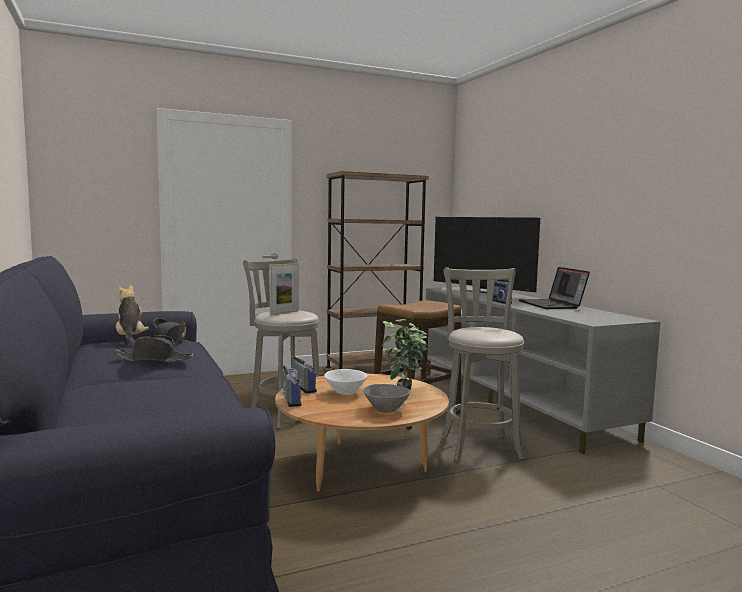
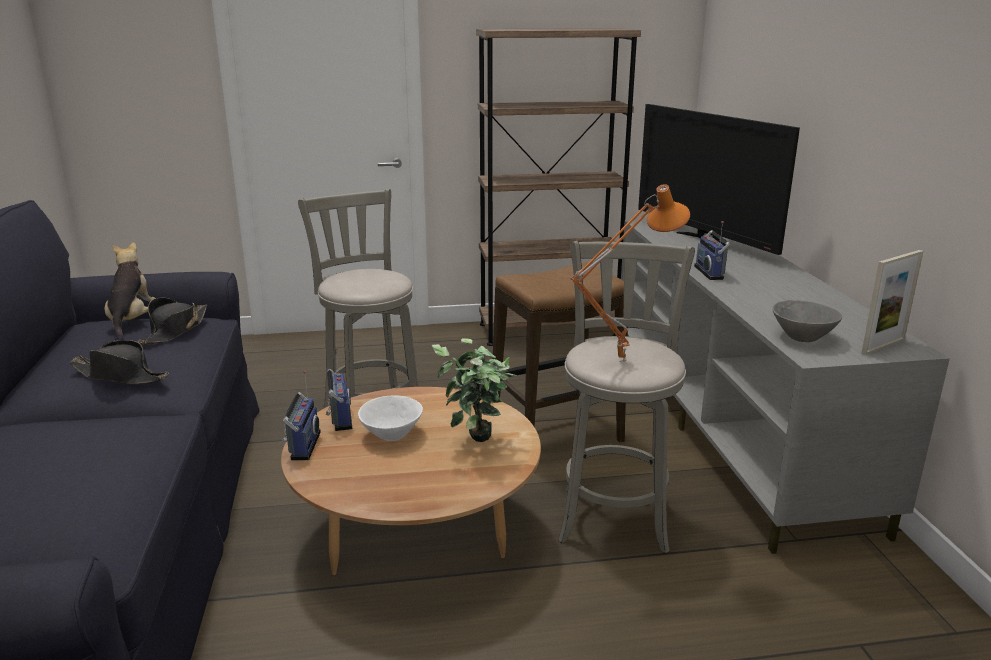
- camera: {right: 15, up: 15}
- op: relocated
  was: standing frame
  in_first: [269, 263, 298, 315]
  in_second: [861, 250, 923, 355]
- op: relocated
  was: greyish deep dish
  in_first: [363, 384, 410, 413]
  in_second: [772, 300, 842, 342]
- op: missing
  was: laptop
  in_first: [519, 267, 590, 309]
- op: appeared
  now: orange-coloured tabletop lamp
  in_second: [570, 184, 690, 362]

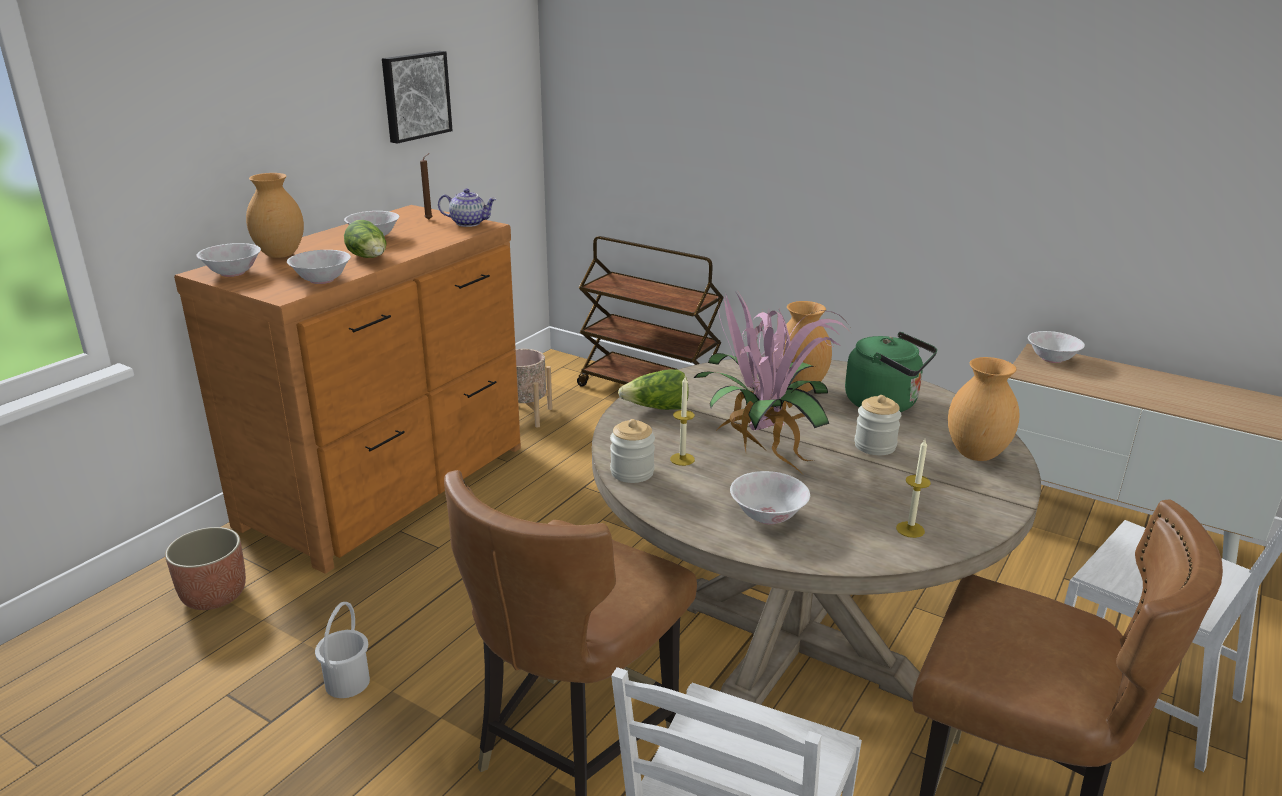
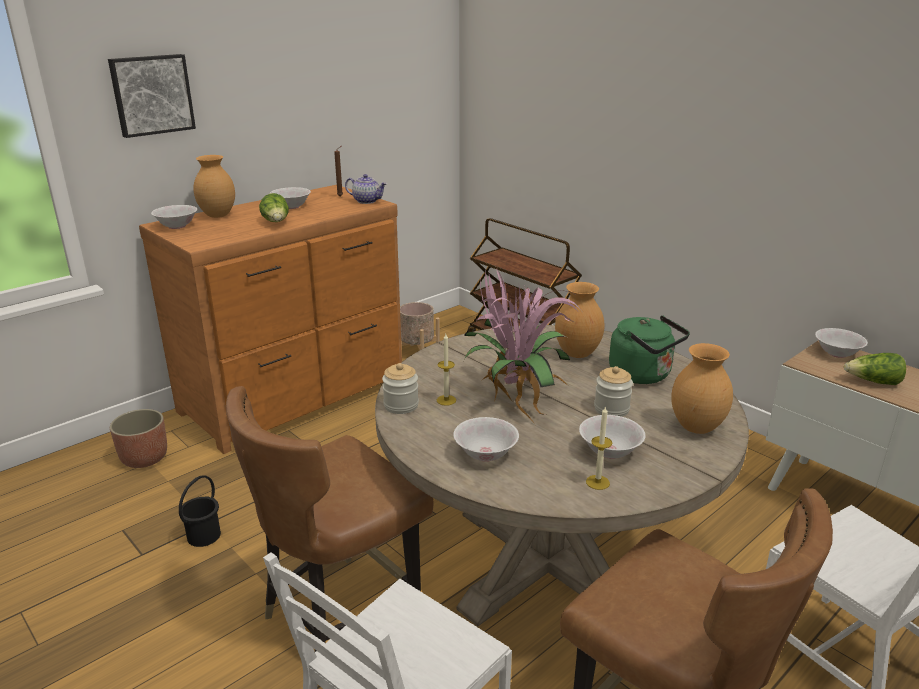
- camera: {right: 15, up: 0}
- op: relocated
  was: white-coloured deep dish
  in_first: [287, 250, 351, 284]
  in_second: [579, 415, 646, 459]
- op: colour
  was: white-coloured bucket
  now: black bucket
  in_first: [315, 602, 370, 698]
  in_second: [179, 475, 221, 547]
- op: relocated
  was: picture
  in_first: [382, 51, 453, 144]
  in_second: [108, 54, 196, 138]
- op: relocated
  was: lettuce head
  in_first: [618, 369, 689, 410]
  in_second: [844, 353, 906, 385]

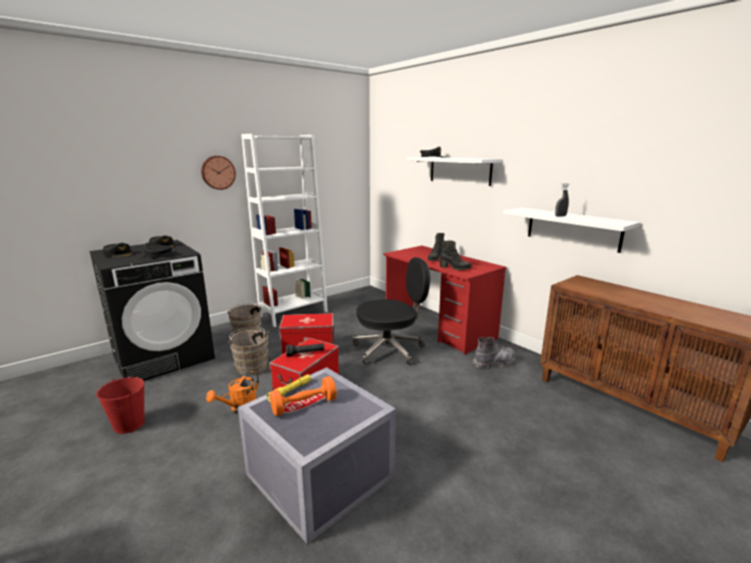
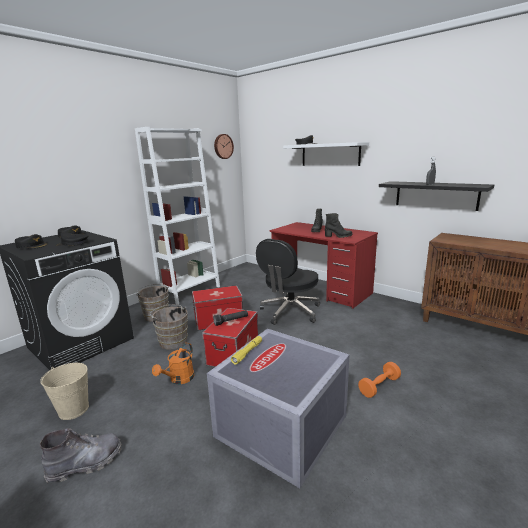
- camera: {right: -10, up: 0}
- op: colour
  was: red bucket
  now: beige-coloured bucket
  in_first: [96, 377, 145, 434]
  in_second: [40, 363, 89, 420]
- op: relocated
  was: clock on the wall
  in_first: [201, 156, 236, 190]
  in_second: [214, 134, 234, 159]
- op: relocated
  was: orange-coloured free weight
  in_first: [270, 376, 337, 416]
  in_second: [358, 362, 401, 398]
- op: spun
  was: black computer chair
  in_first: [353, 257, 430, 365]
  in_second: [256, 239, 320, 325]
  clockwise: 150
- op: relocated
  was: greyish boot
  in_first: [473, 337, 515, 368]
  in_second: [40, 428, 122, 483]
- op: colour
  was: white-coloured bracket shelf
  now: black bracket shelf
  in_first: [503, 207, 641, 253]
  in_second: [379, 181, 494, 211]

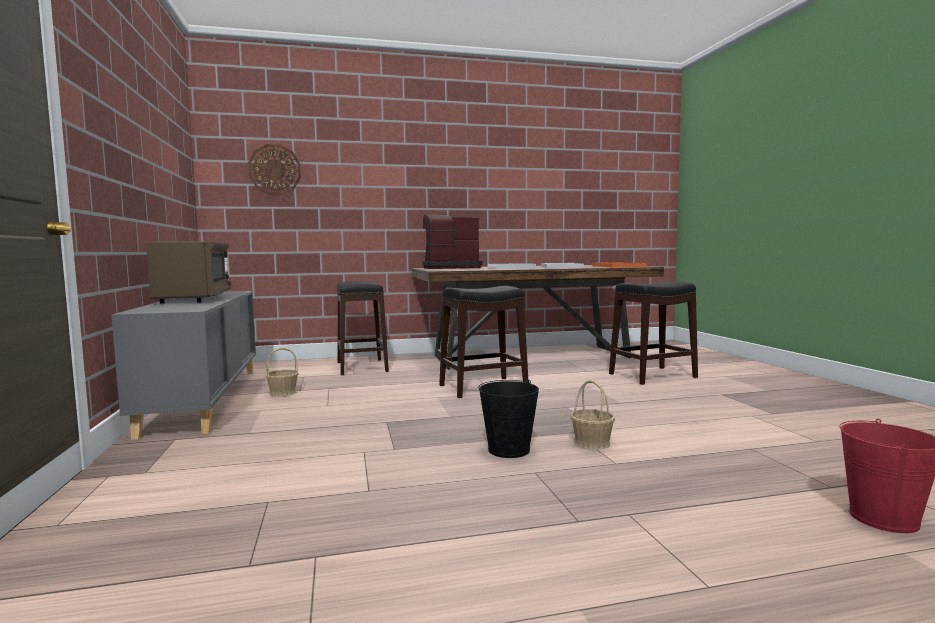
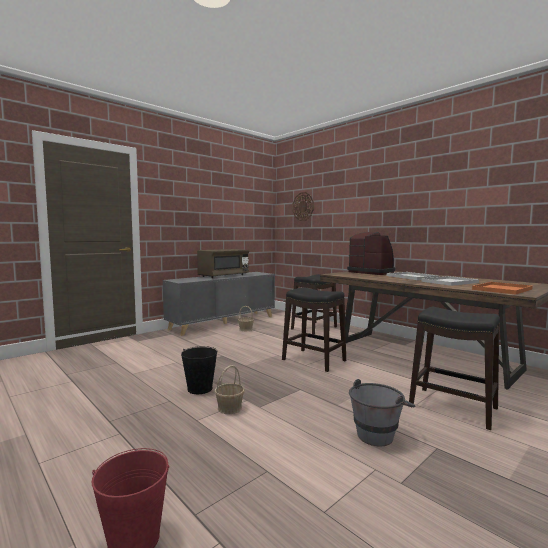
- camera: {right: 60, up: 0}
- op: appeared
  now: greyish bucket
  in_second: [349, 379, 415, 447]

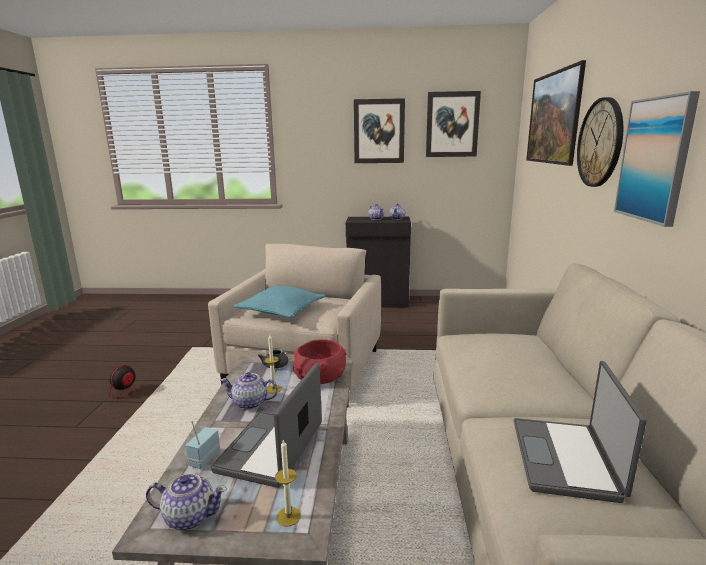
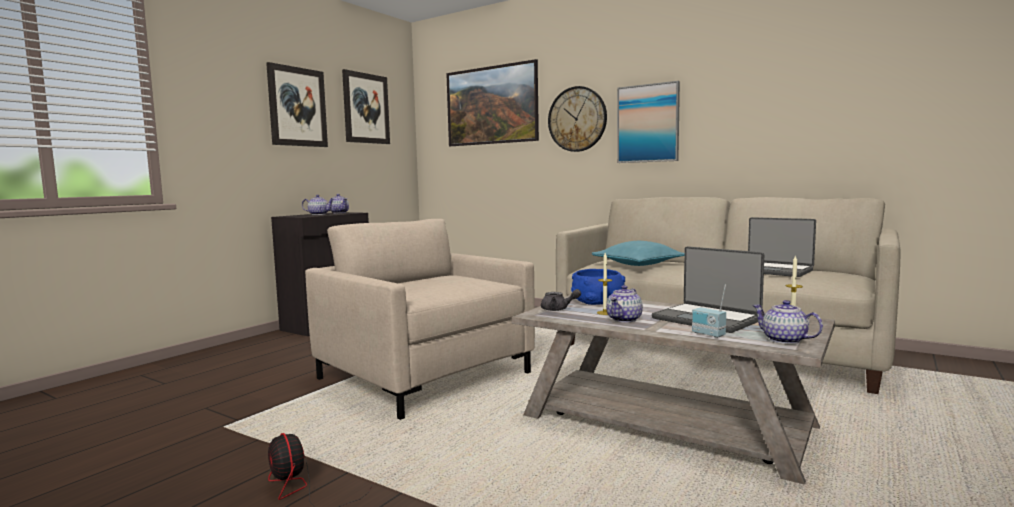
- camera: {right: -60, up: -10}
- op: spun
  was: pot for tea
  in_first: [146, 474, 227, 530]
  in_second: [752, 300, 823, 344]
  clockwise: -75
- op: relocated
  was: blue-green throw pillow
  in_first: [233, 286, 326, 318]
  in_second: [592, 241, 685, 266]
- op: colour
  was: red deep dish
  now: blue deep dish
  in_first: [293, 339, 346, 384]
  in_second: [571, 269, 625, 305]

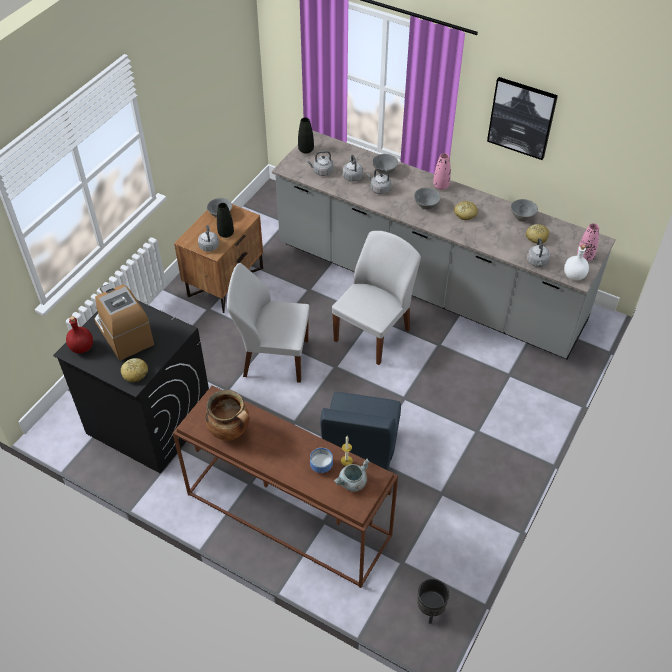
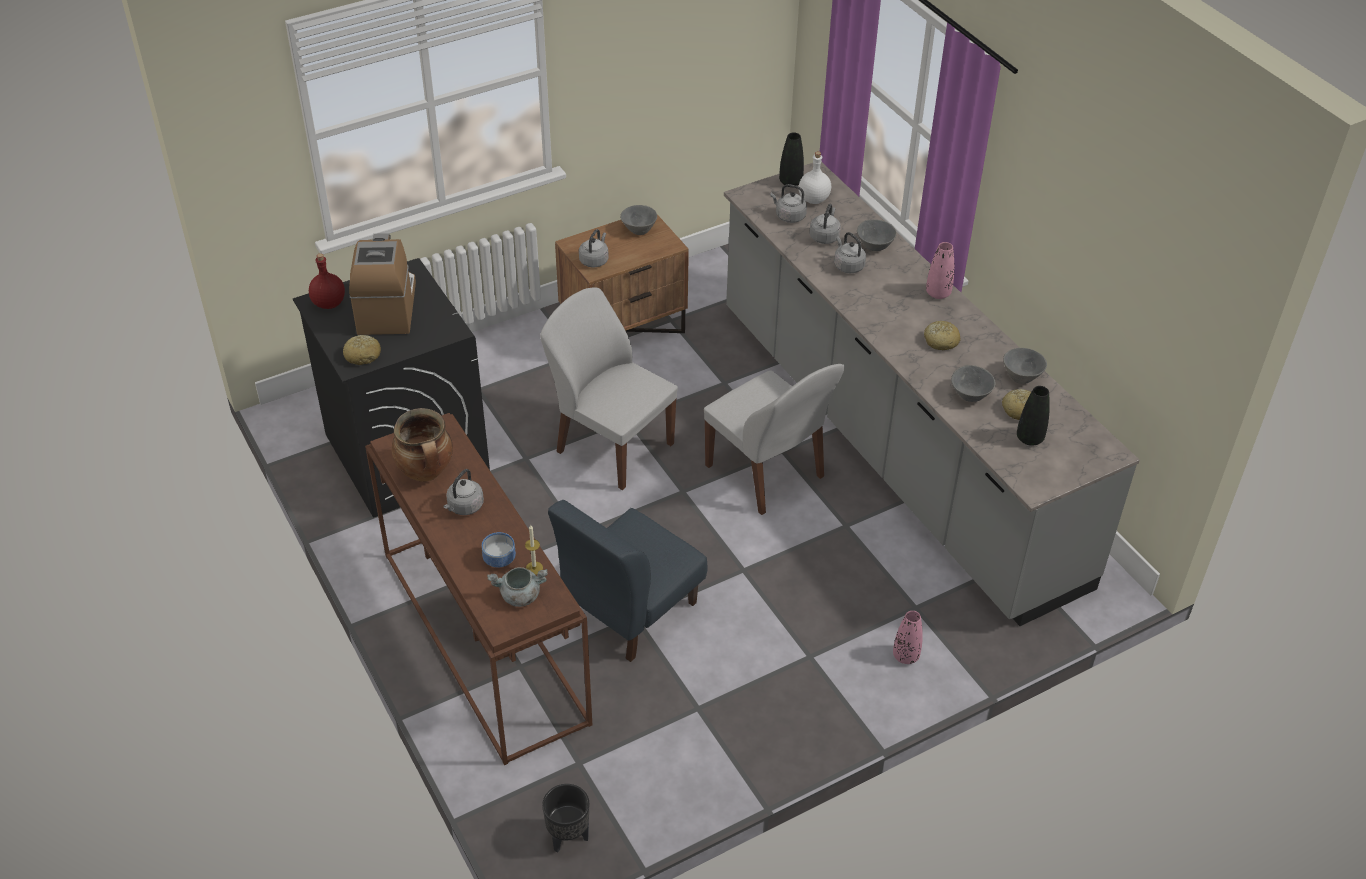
- camera: {right: 30, up: -5}
- op: relocated
  was: black vase
  in_first: [217, 203, 234, 238]
  in_second: [1017, 386, 1050, 446]
- op: spun
  was: white-coloured plain chair
  in_first: [332, 231, 421, 365]
  in_second: [704, 364, 845, 515]
  clockwise: 75
- op: relocated
  was: greyish deep dish
  in_first: [414, 188, 441, 210]
  in_second: [951, 365, 996, 402]
- op: missing
  was: picture
  in_first: [487, 77, 558, 160]
- op: relocated
  was: greyish water kettle
  in_first: [527, 238, 550, 267]
  in_second: [443, 469, 484, 515]
- op: relocated
  was: white-coloured beverage bottle
  in_first: [564, 244, 589, 280]
  in_second: [799, 151, 831, 204]
- op: relocated
  was: pink vase
  in_first: [577, 223, 599, 261]
  in_second: [893, 611, 923, 664]

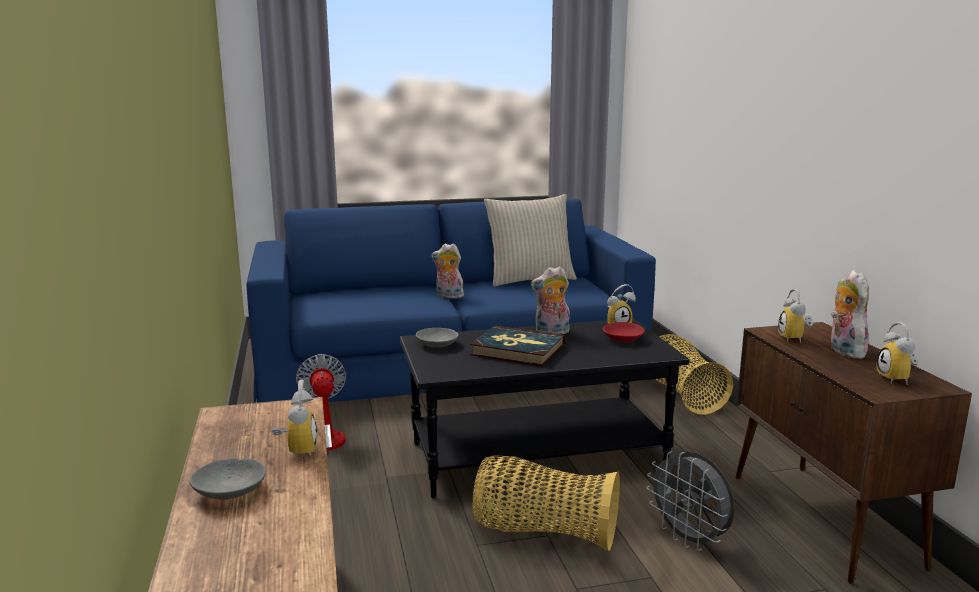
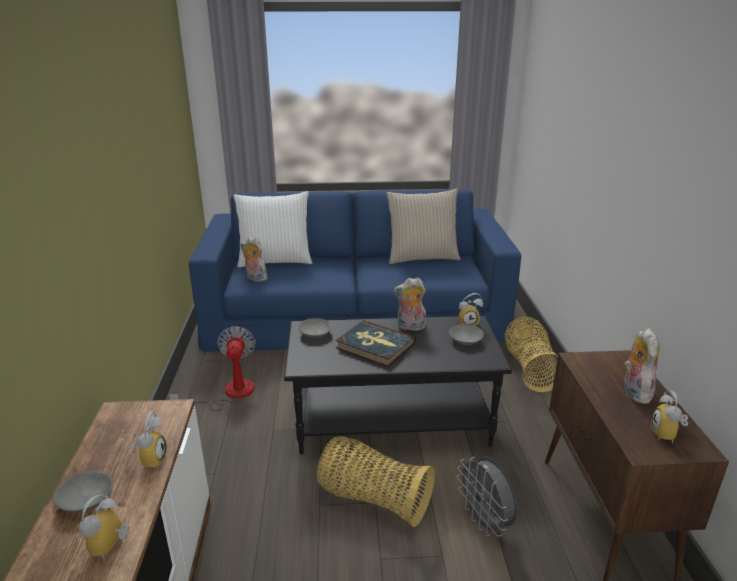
- camera: {right: 10, up: 10}
- op: relocated
  was: soft toy
  in_first: [432, 243, 464, 299]
  in_second: [241, 237, 267, 282]
- op: colour
  was: red deep dish
  now: greyish deep dish
  in_first: [603, 322, 645, 342]
  in_second: [449, 324, 484, 345]
- op: relocated
  was: alarm clock
  in_first: [778, 289, 813, 343]
  in_second: [79, 495, 130, 560]
- op: appeared
  now: white-coloured throw pillow
  in_second: [233, 191, 312, 268]

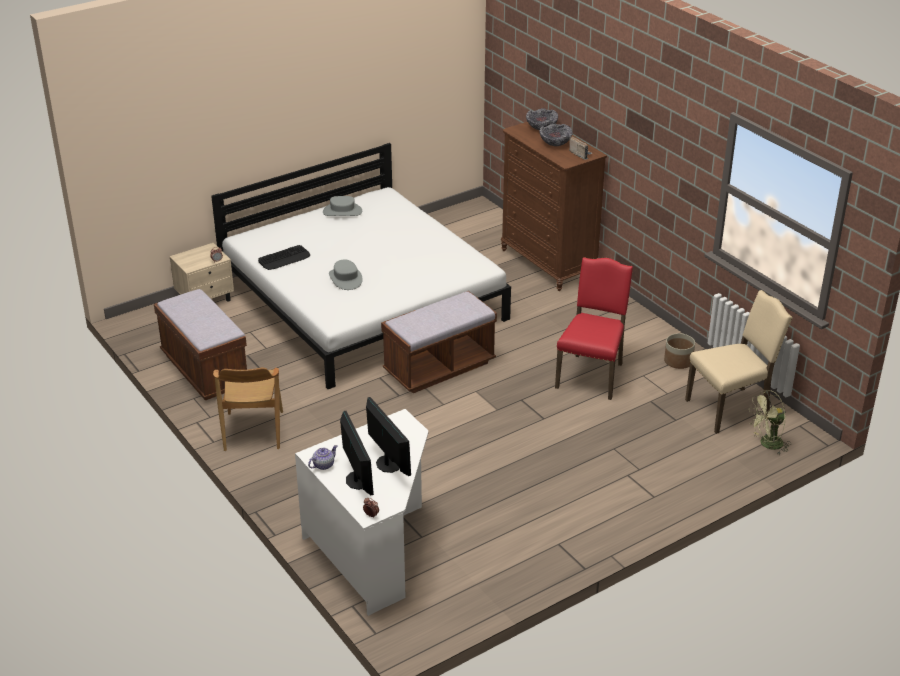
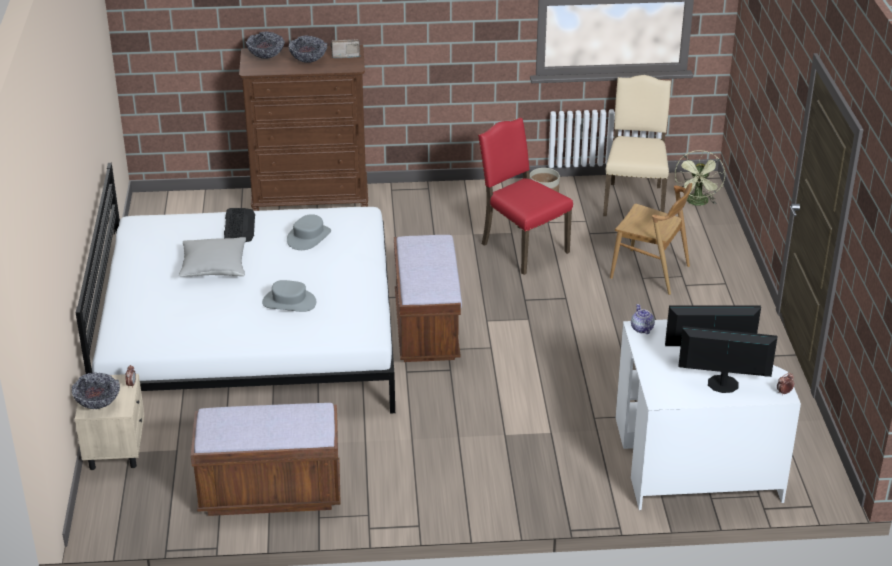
- camera: {right: -60, up: 0}
- op: relocated
  was: brown plain chair
  in_first: [213, 368, 283, 451]
  in_second: [610, 183, 692, 295]
- op: relocated
  was: keyboard
  in_first: [258, 245, 310, 270]
  in_second: [224, 208, 255, 242]
- op: relocated
  was: pot for tea
  in_first: [308, 445, 338, 470]
  in_second: [631, 304, 655, 334]
- op: relocated
  was: greyish wearable hat
  in_first: [323, 196, 362, 216]
  in_second: [287, 214, 331, 250]
- op: appeared
  now: deep dish
  in_second: [72, 372, 120, 409]
- op: appeared
  now: greyish throw pillow
  in_second: [179, 237, 246, 276]

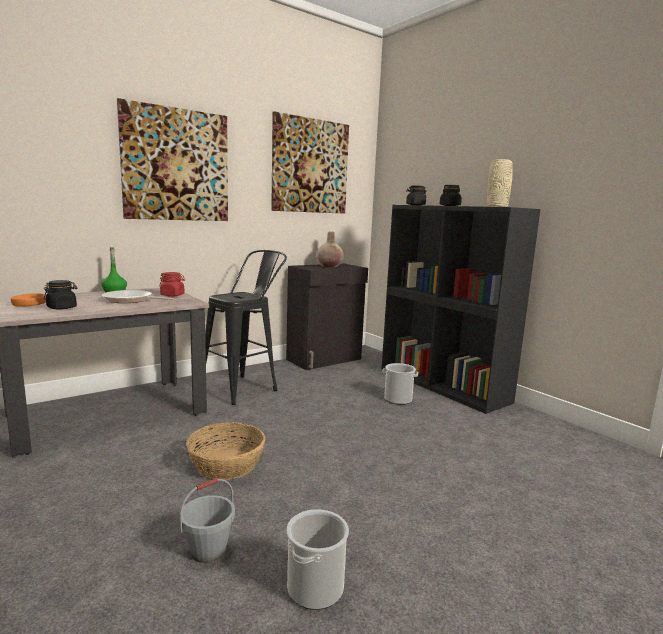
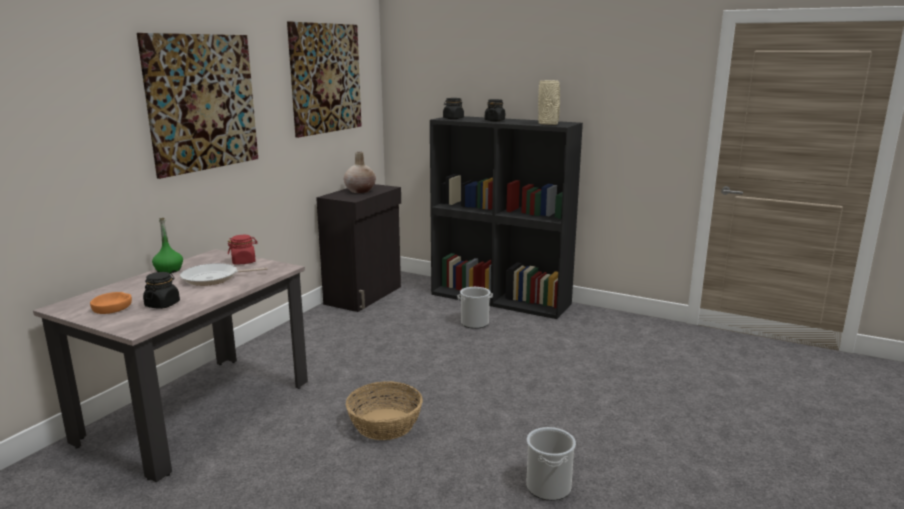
- camera: {right: -25, up: 5}
- op: missing
  was: greyish bucket
  in_first: [179, 478, 235, 563]
- op: missing
  was: black sitting stool
  in_first: [205, 250, 287, 405]

